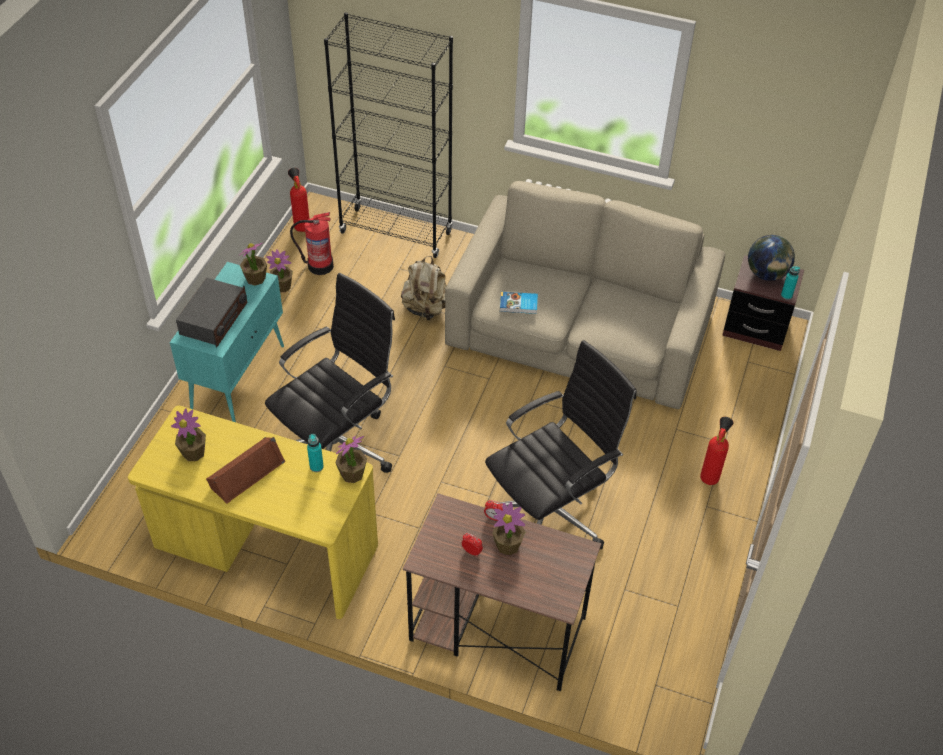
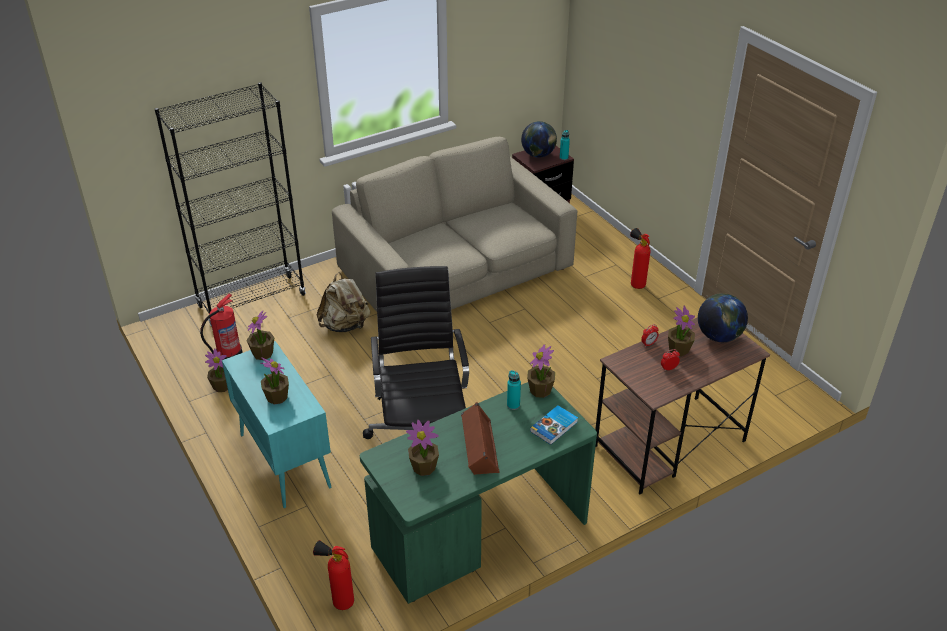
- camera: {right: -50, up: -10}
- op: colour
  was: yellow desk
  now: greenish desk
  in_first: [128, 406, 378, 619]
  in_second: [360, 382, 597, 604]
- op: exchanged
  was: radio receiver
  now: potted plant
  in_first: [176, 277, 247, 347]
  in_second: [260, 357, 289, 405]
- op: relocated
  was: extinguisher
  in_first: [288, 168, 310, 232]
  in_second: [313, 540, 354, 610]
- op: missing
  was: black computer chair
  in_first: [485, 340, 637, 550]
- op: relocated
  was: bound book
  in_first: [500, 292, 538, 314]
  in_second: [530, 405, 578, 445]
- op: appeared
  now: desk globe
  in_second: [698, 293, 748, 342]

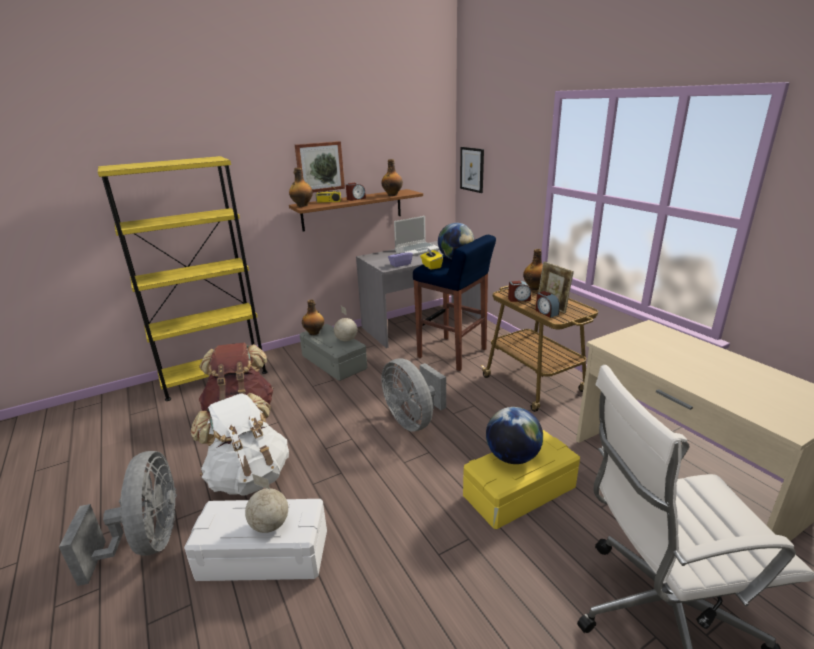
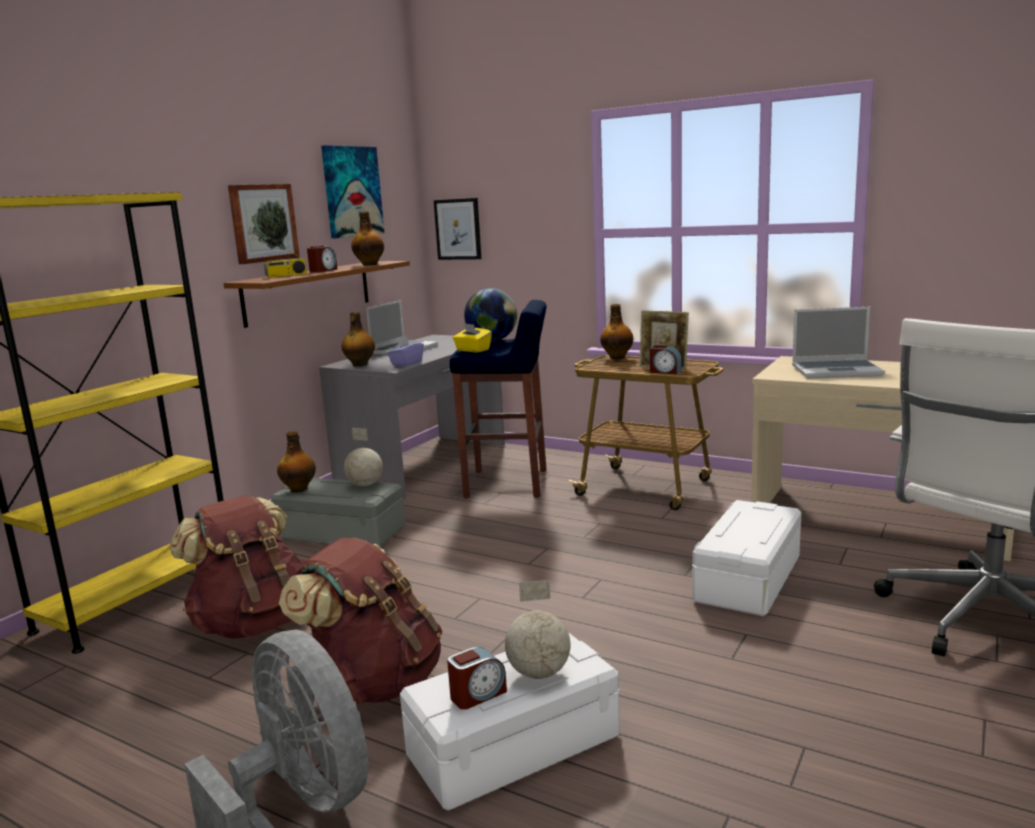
- camera: {right: -30, up: -10}
- op: colour
  was: white-coloured rucksack
  now: brown rucksack
  in_first: [191, 393, 289, 496]
  in_second: [279, 538, 442, 704]
- op: relocated
  was: beverage bottle
  in_first: [289, 168, 313, 207]
  in_second: [342, 312, 375, 366]
- op: missing
  was: greyish fan
  in_first: [382, 358, 446, 431]
- op: colour
  was: yellow storage box
  now: white-coloured storage box
  in_first: [463, 430, 580, 529]
  in_second: [692, 500, 802, 616]
- op: missing
  was: desk globe
  in_first: [486, 407, 543, 464]
- op: relocated
  was: alarm clock
  in_first: [508, 281, 531, 302]
  in_second: [447, 647, 507, 710]
- op: appeared
  now: picture
  in_second: [321, 145, 384, 239]
- op: appeared
  now: laptop
  in_second: [792, 307, 885, 379]

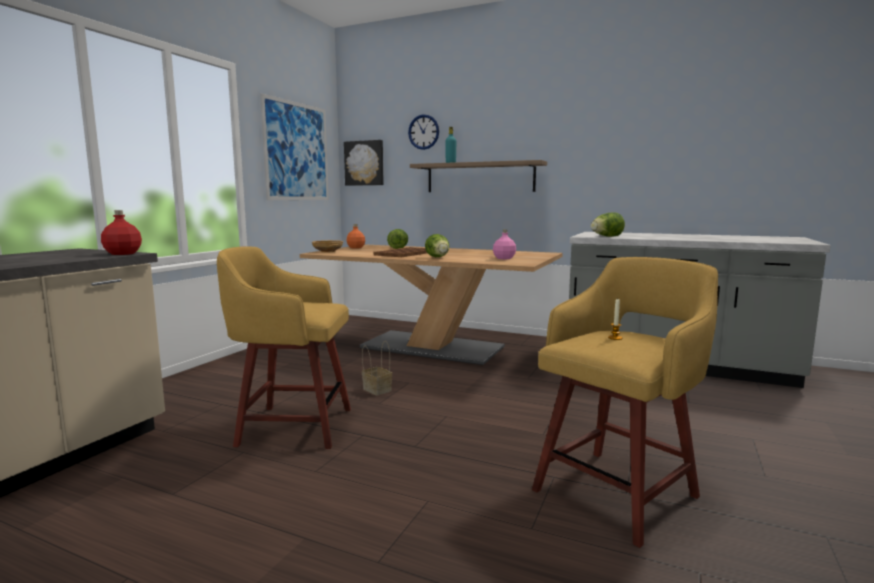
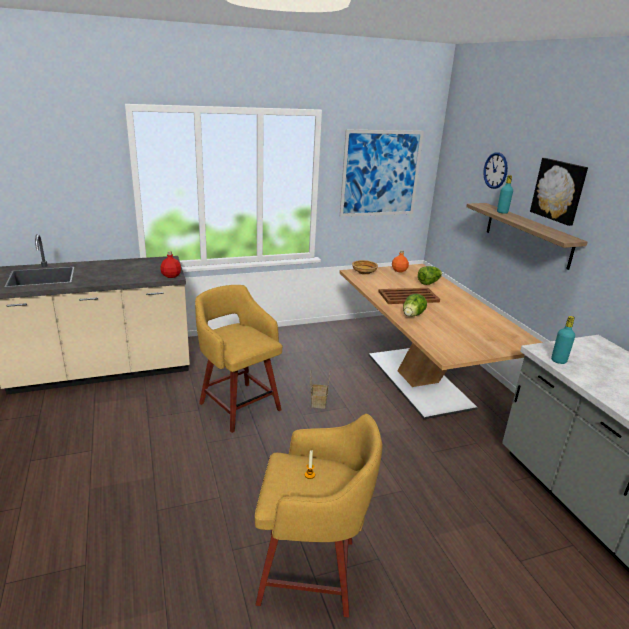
- camera: {right: 45, up: 15}
- op: relocated
  was: picture
  in_first: [344, 140, 384, 186]
  in_second: [530, 158, 588, 226]
- op: missing
  was: pink beverage bottle
  in_first: [493, 230, 516, 259]
- op: exchanged
  was: lettuce head
  now: blue-green beverage bottle
  in_first: [591, 213, 625, 237]
  in_second: [551, 316, 575, 364]

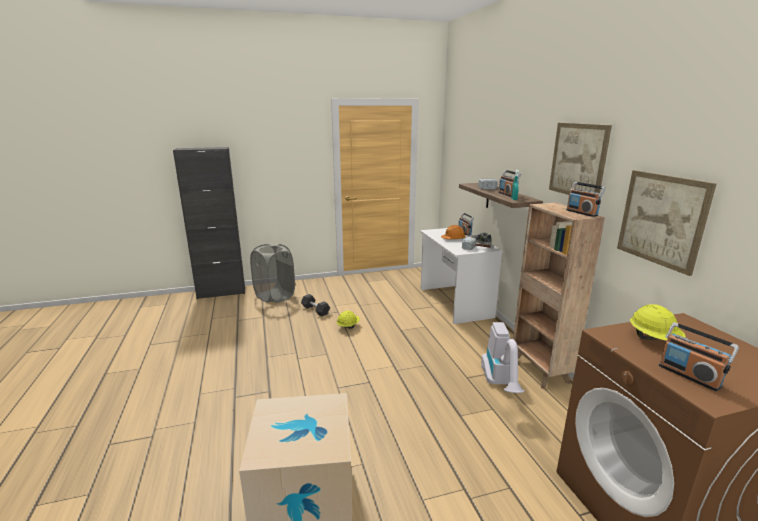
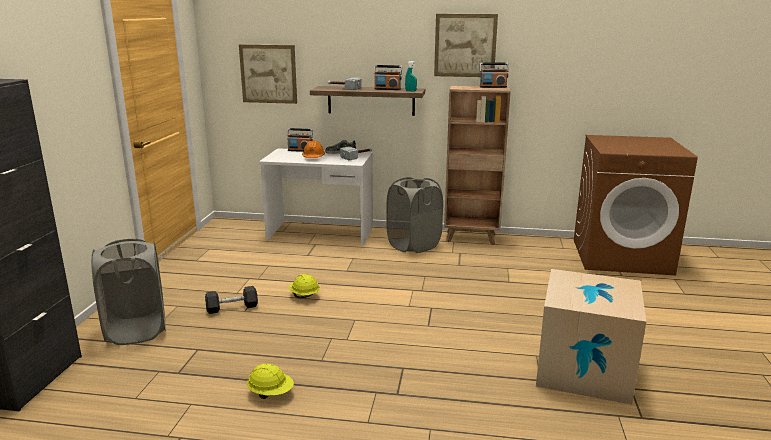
- camera: {right: -65, up: 0}
- op: missing
  was: hoover
  in_first: [481, 322, 524, 393]
- op: relocated
  was: picture
  in_first: [617, 170, 716, 276]
  in_second: [239, 44, 297, 104]
- op: relocated
  was: yellow work helmet
  in_first: [630, 304, 686, 341]
  in_second: [247, 364, 294, 399]
- op: missing
  was: radio receiver
  in_first: [659, 322, 739, 392]
- op: appeared
  now: greyish washing basket
  in_second: [386, 177, 443, 253]

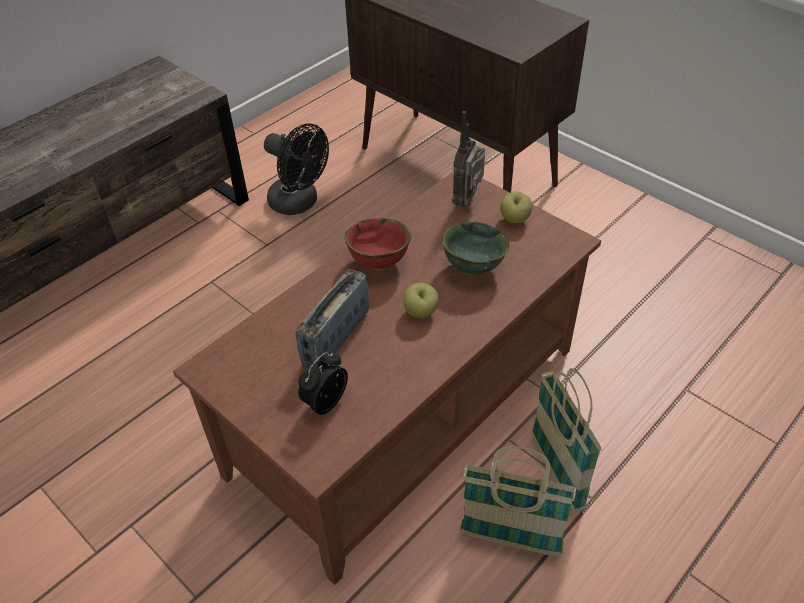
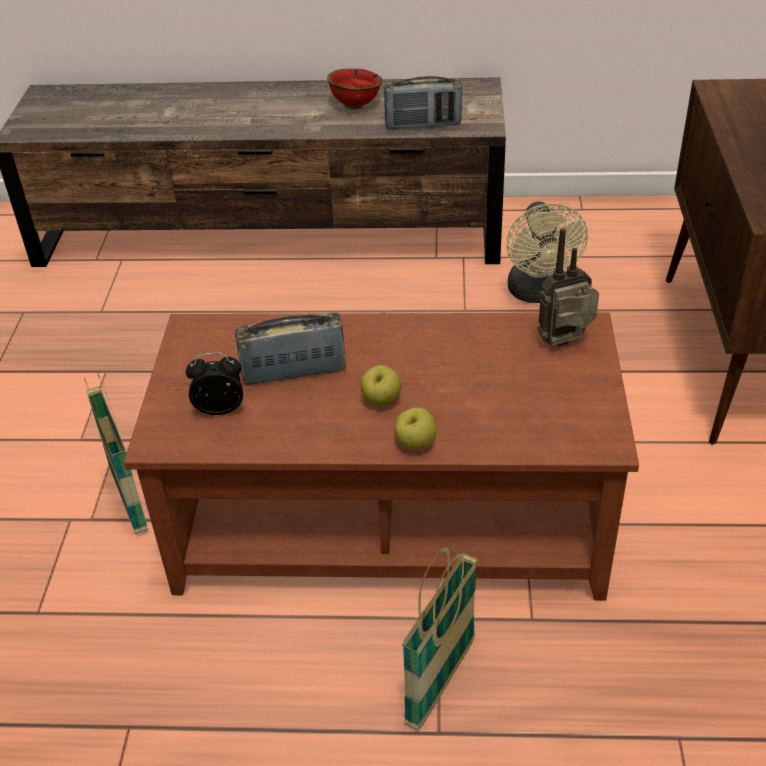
- camera: {right: 50, up: -5}
- op: colour
  was: black fan
  now: beige-coloured fan
  in_first: [264, 124, 329, 215]
  in_second: [506, 202, 588, 303]
- op: relocated
  was: red deep dish
  in_first: [344, 218, 411, 271]
  in_second: [327, 69, 382, 109]
- op: missing
  was: greenish deep dish
  in_first: [442, 222, 509, 276]
- op: relocated
  was: basket
  in_first: [460, 446, 576, 556]
  in_second: [84, 374, 148, 534]
- op: relocated
  was: whole apple
  in_first: [500, 191, 533, 223]
  in_second: [394, 408, 437, 450]
- op: appeared
  now: radio receiver
  in_second: [384, 76, 462, 129]

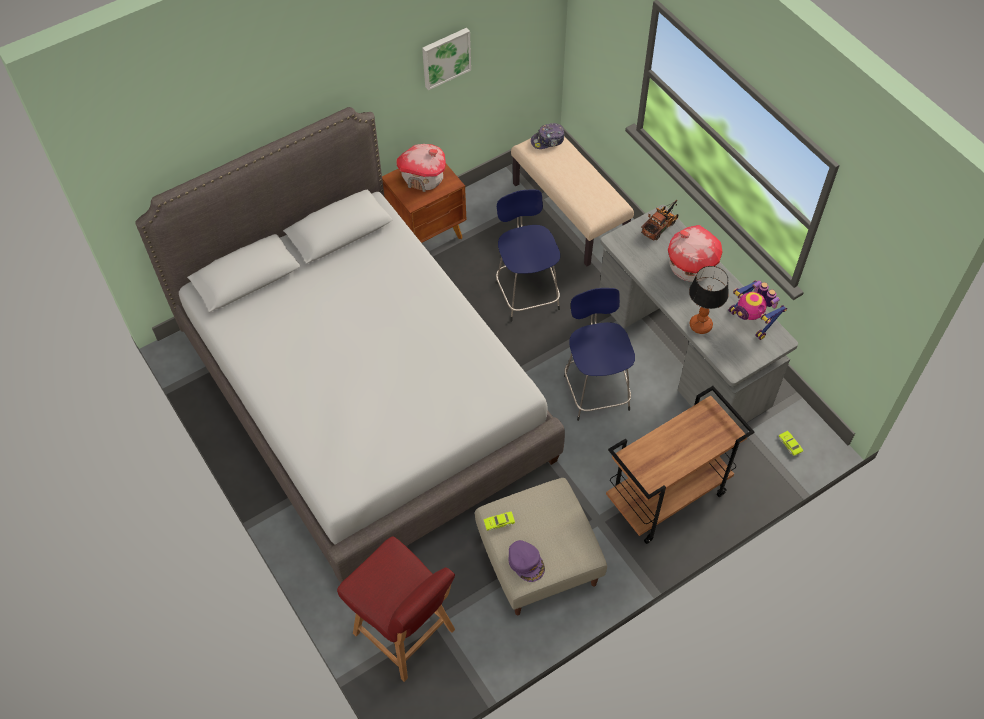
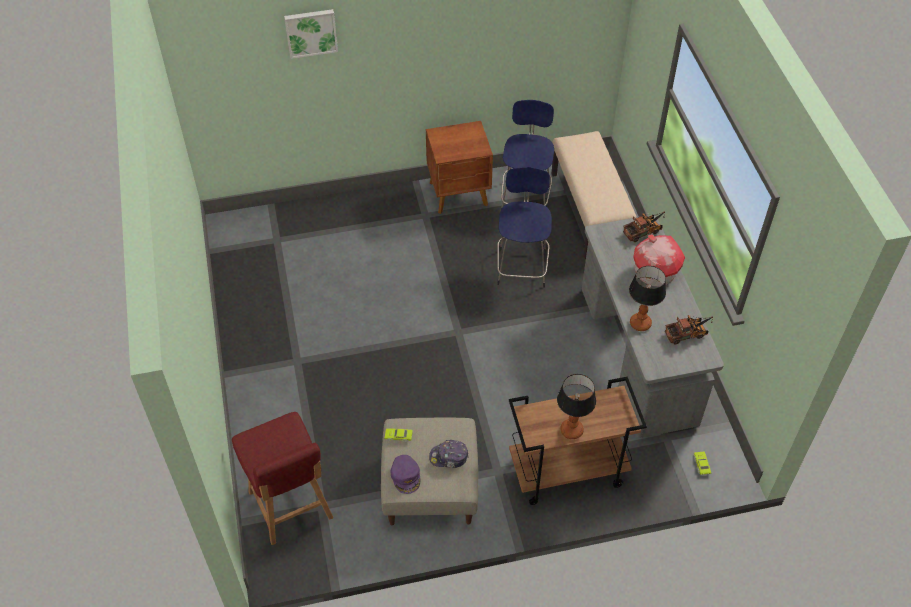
- camera: {right: 20, up: -5}
- op: missing
  was: greyish bed
  in_first: [135, 107, 565, 583]
- op: missing
  was: toy house
  in_first: [397, 144, 446, 192]
- op: relocated
  was: picture
  in_first: [422, 28, 471, 90]
  in_second: [284, 9, 338, 59]
- op: relocated
  was: baseball cap
  in_first: [531, 123, 565, 149]
  in_second: [429, 440, 469, 468]
- op: relocated
  was: blue sitting stool
  in_first: [564, 288, 635, 421]
  in_second: [501, 100, 554, 209]
- op: exchanged
  was: model robot
  now: toy truck
  in_first: [728, 280, 787, 340]
  in_second: [665, 315, 713, 344]
- op: appeared
  now: tabletop lamp
  in_second: [557, 374, 596, 439]

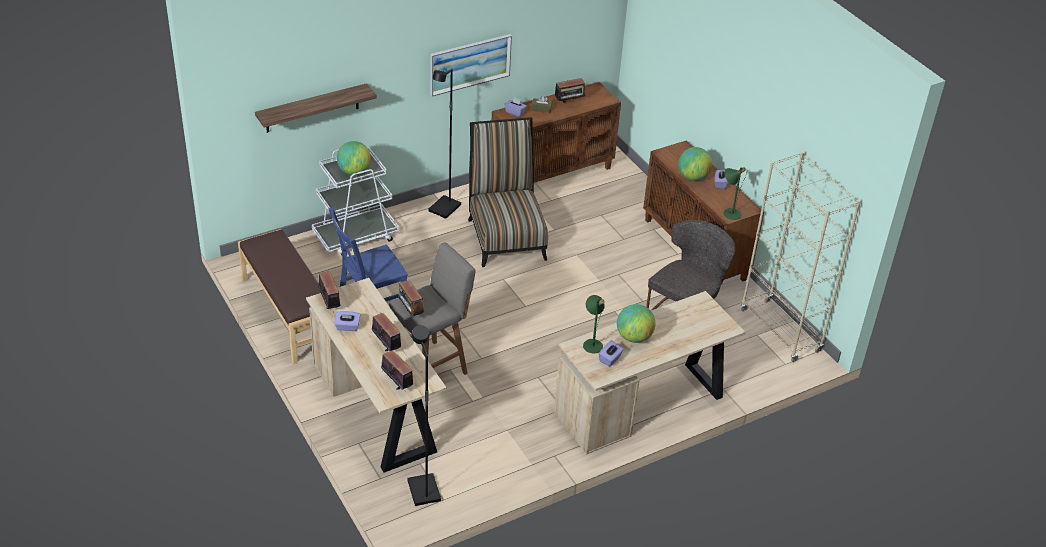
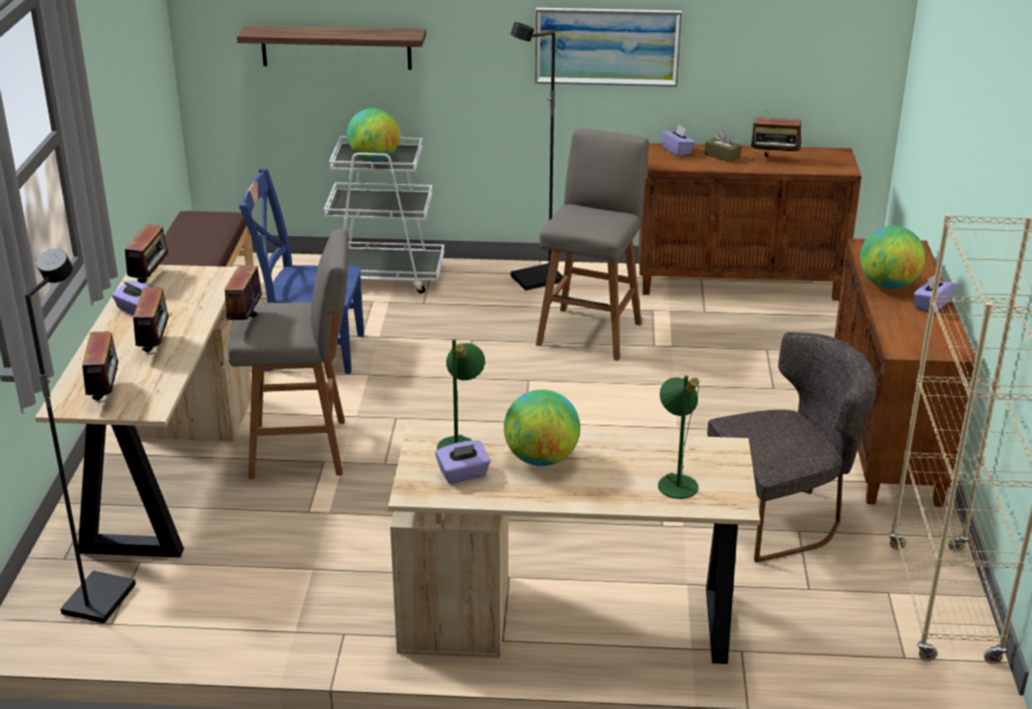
- camera: {right: 35, up: -10}
- op: exchanged
  was: plain chair
  now: greyish sitting stool
  in_first: [468, 117, 548, 267]
  in_second: [536, 128, 649, 361]
- op: relocated
  was: greenish tabletop lamp
  in_first: [724, 167, 746, 220]
  in_second: [658, 376, 699, 499]

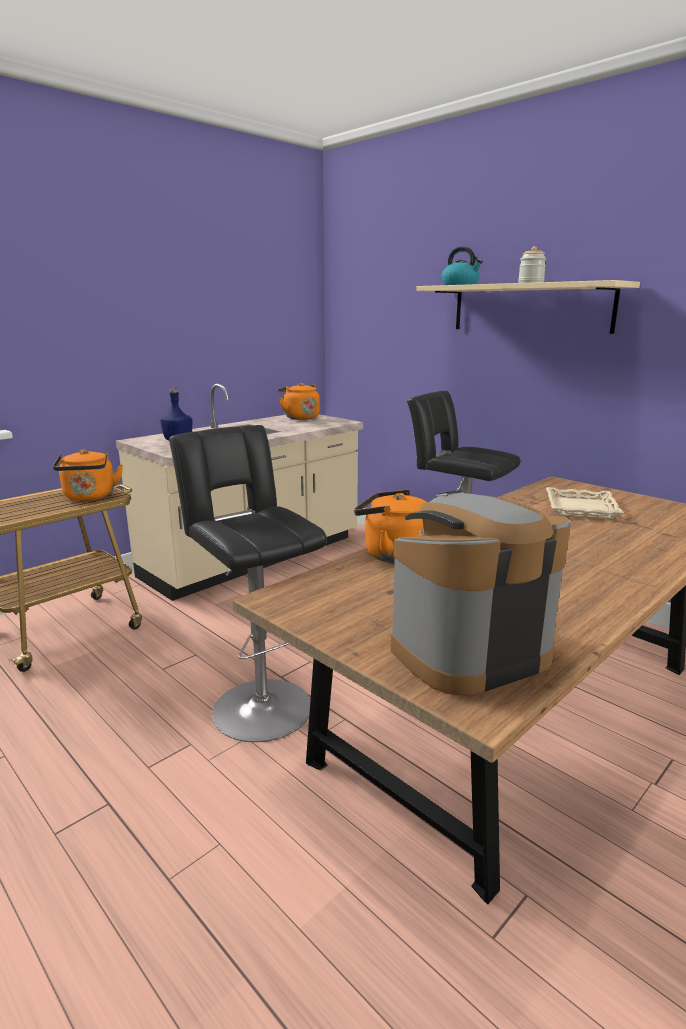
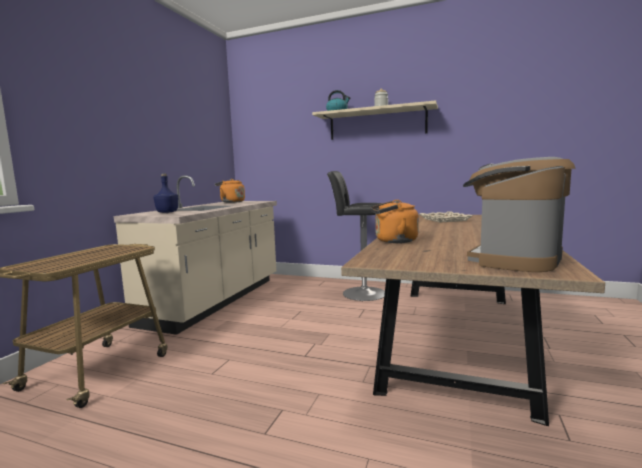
- camera: {right: -25, up: -10}
- op: missing
  was: orange-coloured water kettle
  in_first: [53, 449, 123, 501]
- op: missing
  was: black sitting stool
  in_first: [169, 425, 327, 742]

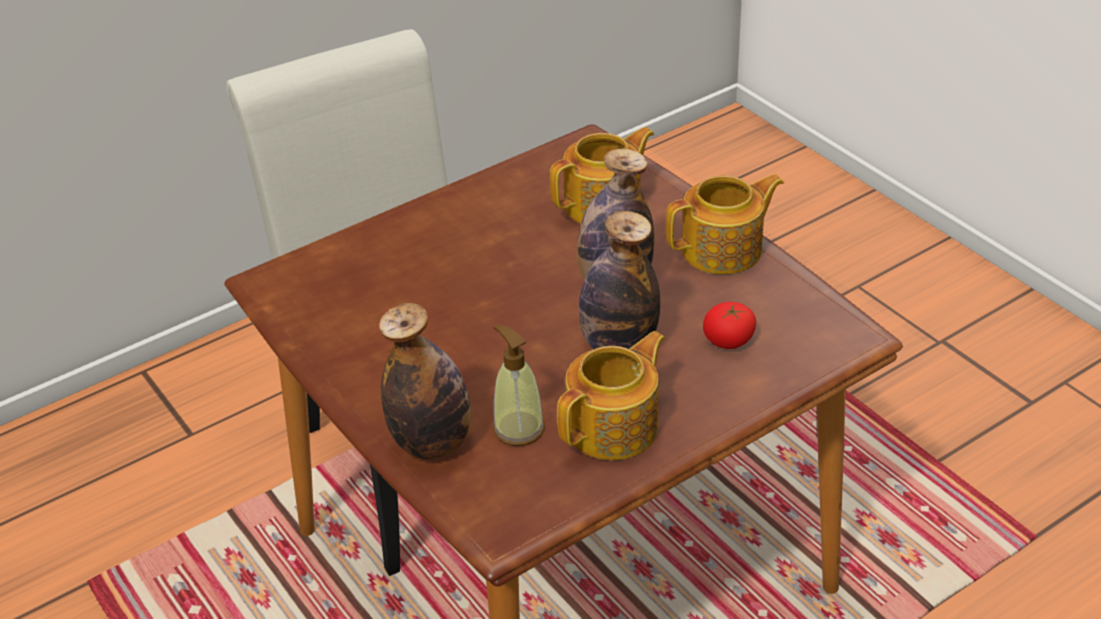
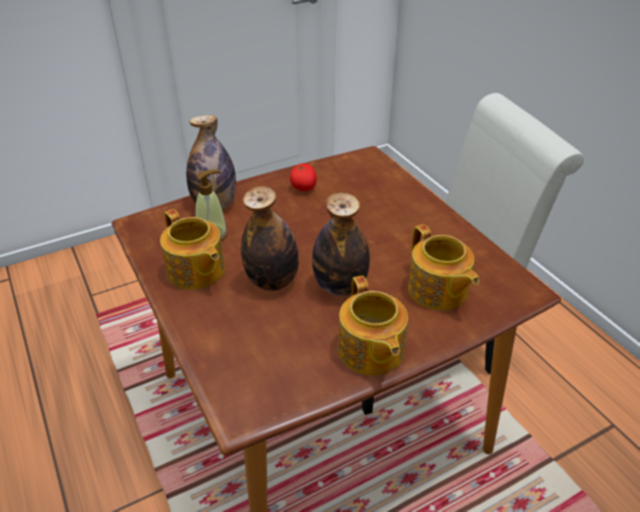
- camera: {right: 95, up: 0}
- op: relocated
  was: whole tomato
  in_first: [703, 302, 756, 349]
  in_second: [290, 164, 317, 191]

